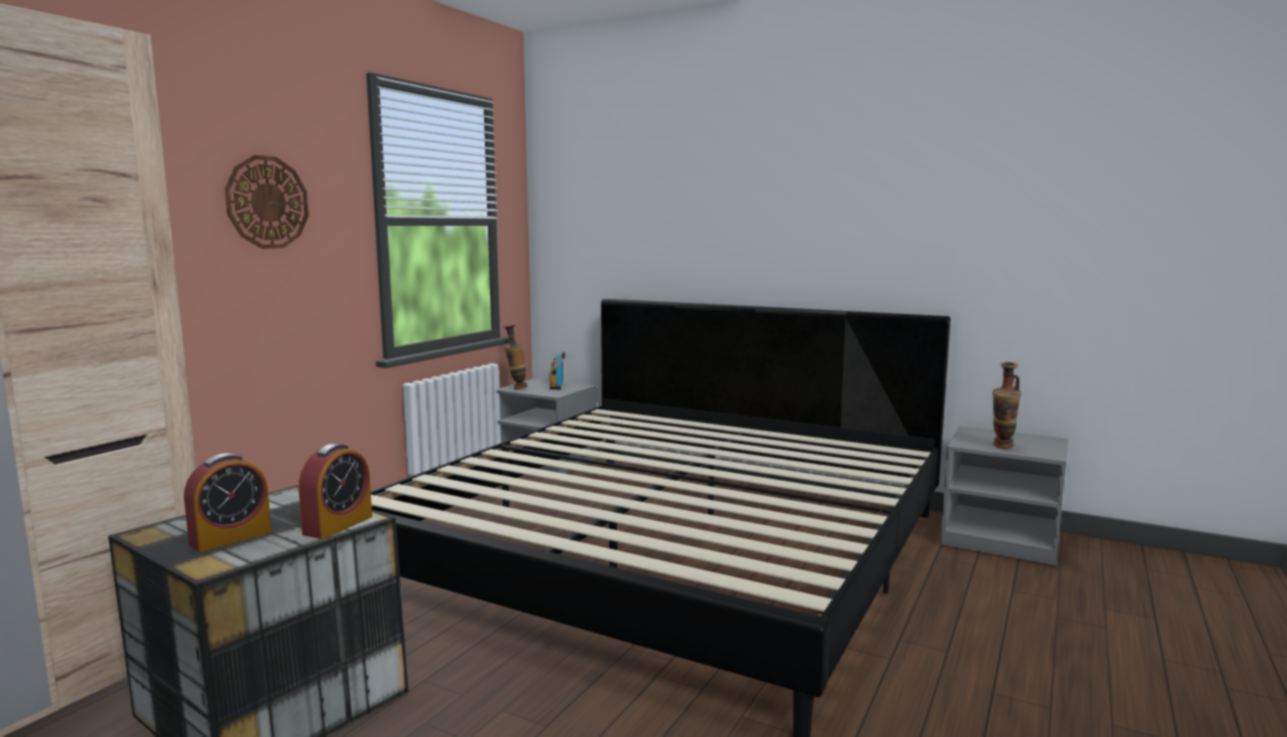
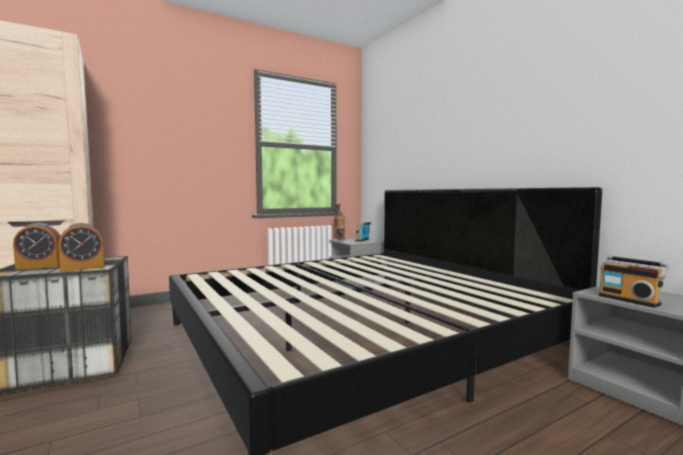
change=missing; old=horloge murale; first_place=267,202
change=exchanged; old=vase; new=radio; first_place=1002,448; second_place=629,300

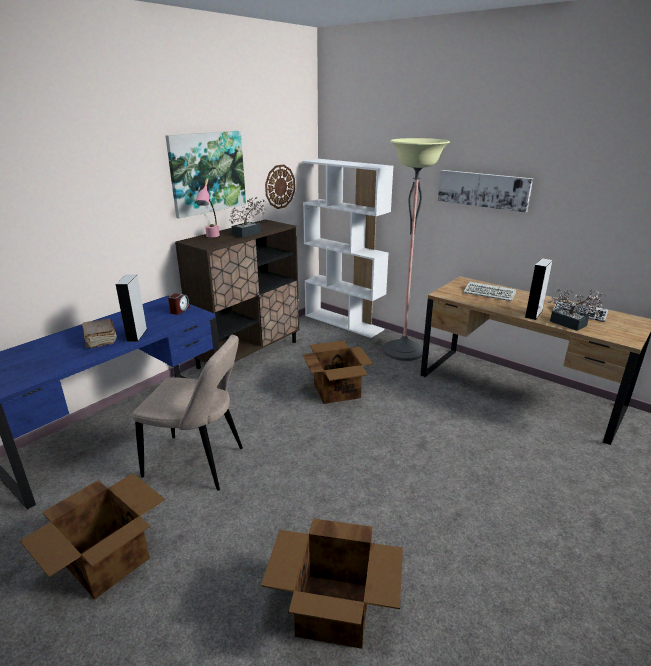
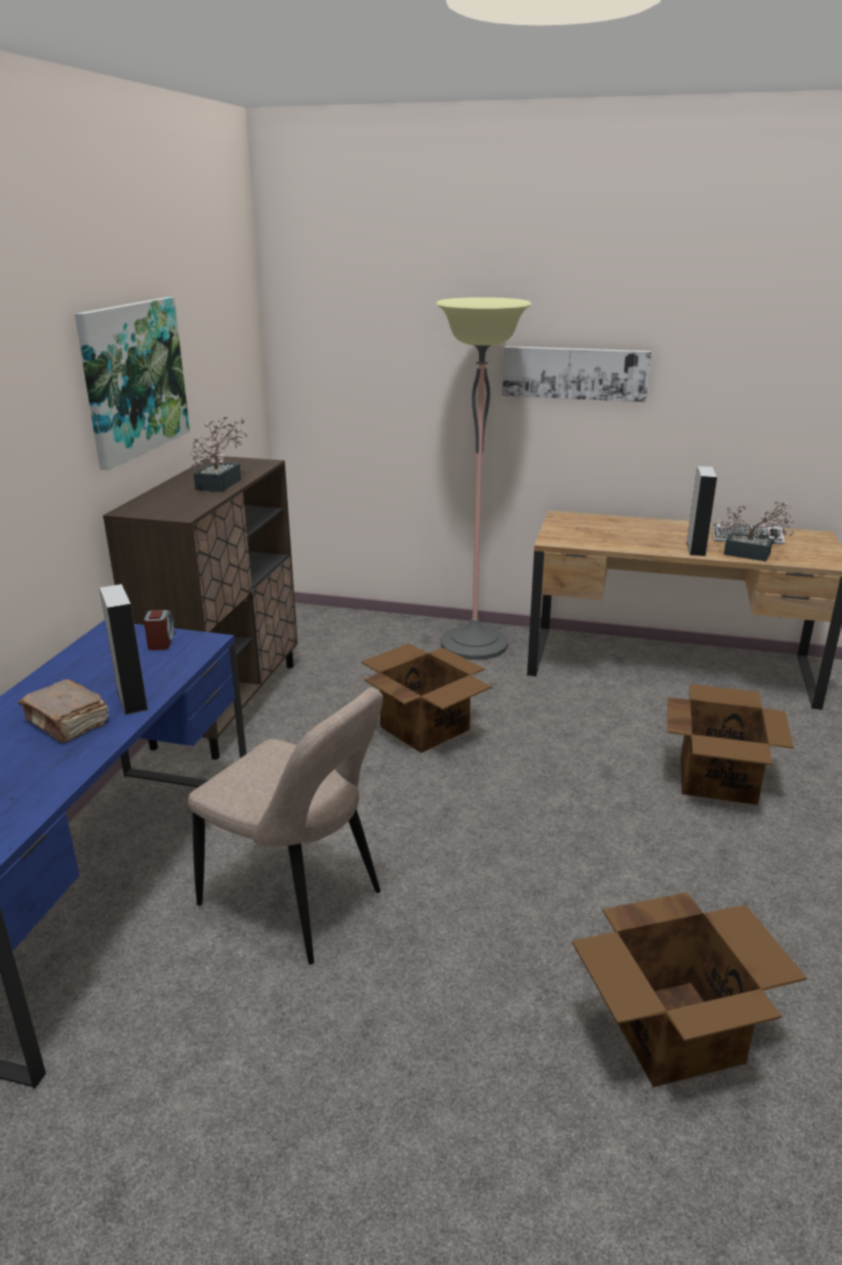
change=missing; old=lampe de table [rose]; first_place=211,237
change=missing; old=horloge murale; first_place=280,186
change=missing; old=bibliothèque [blanc]; first_place=344,322
change=missing; old=clavier; first_place=490,294
change=relocated; old=carton; first_place=108,560; second_place=718,778
change=spun; old=chaise [beige]; first_place=199,463; second_place=297,902; degrees=45

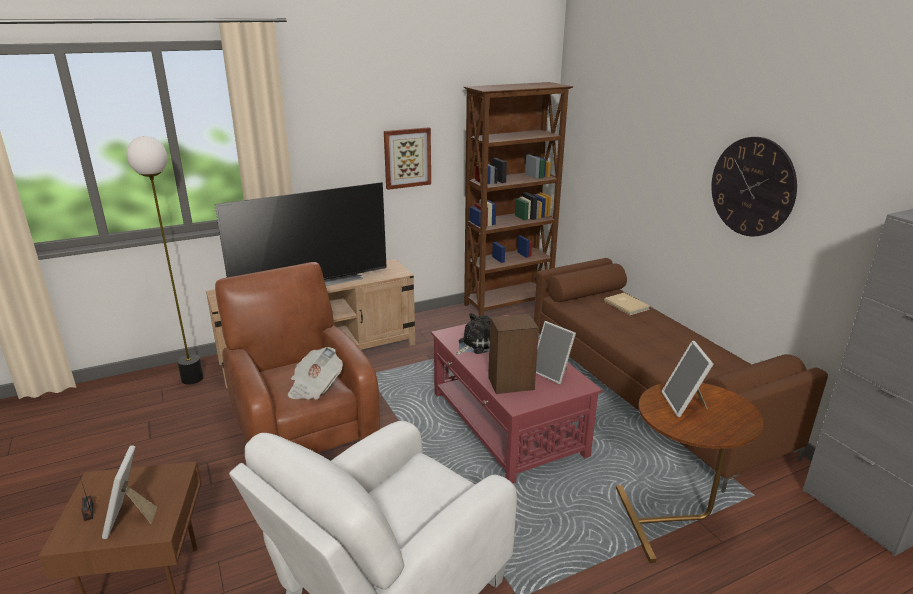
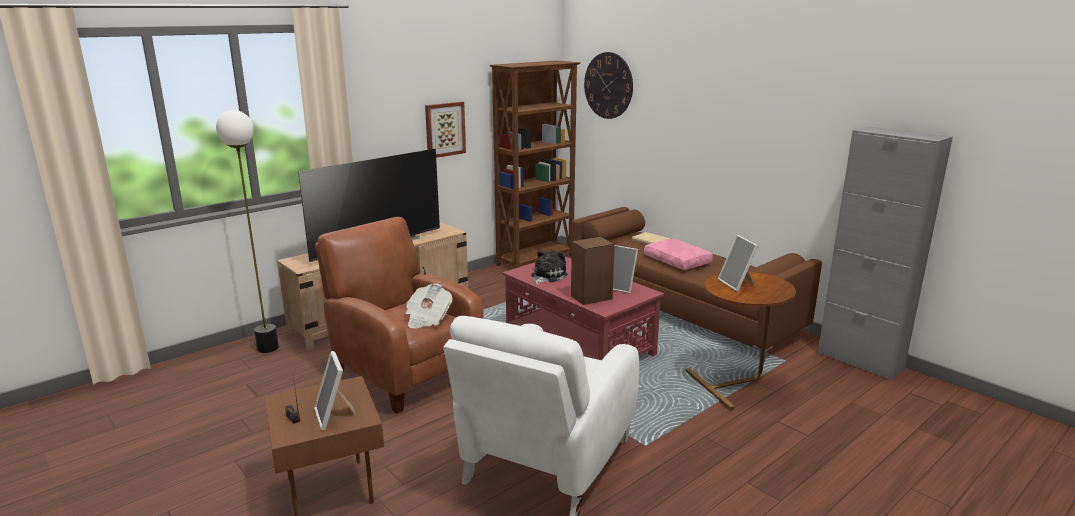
change=appeared; new=coussin [rose]; second_place=678,261
change=relocated; old=horloge murale; first_place=752,187; second_place=608,85

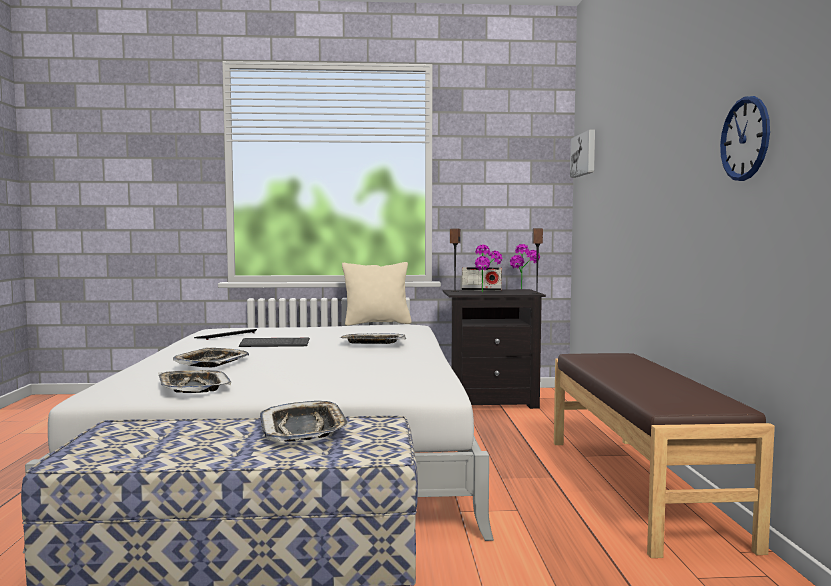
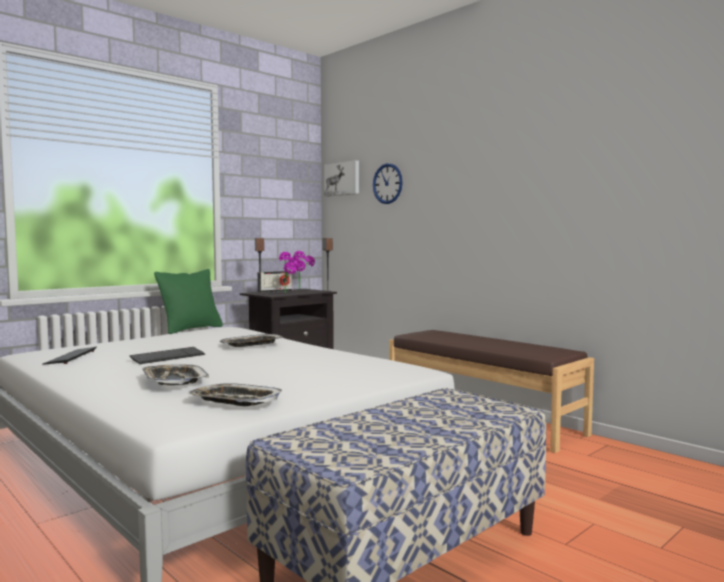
change=missing; old=plateau; first_place=304,429
change=relocated; old=horloge murale; first_place=745,139; second_place=387,183
change=colour; old=coussin [beige]; new=coussin [vert]; first_place=377,323; second_place=191,329

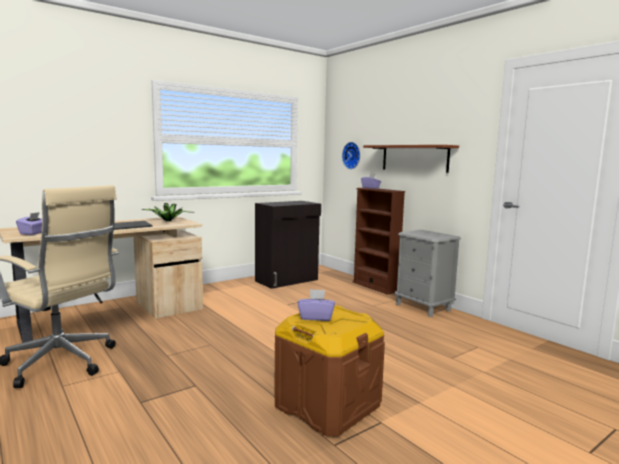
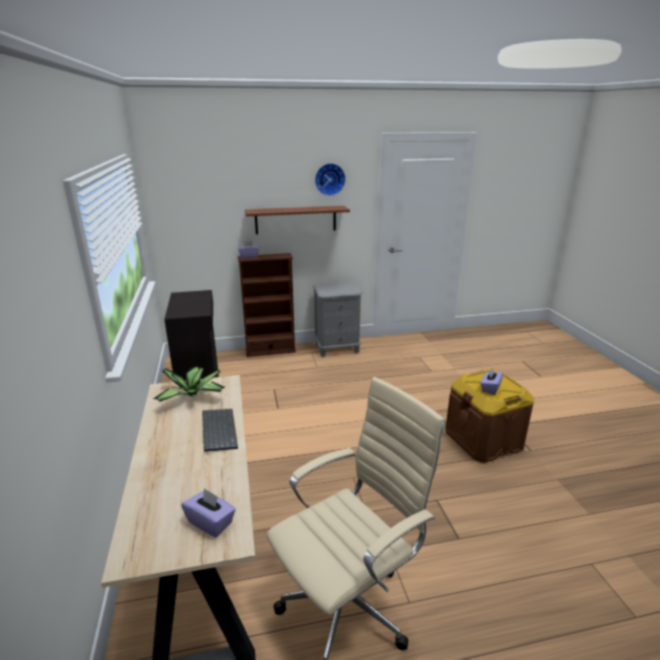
change=relocated; old=horloge murale; first_place=352,155; second_place=329,179

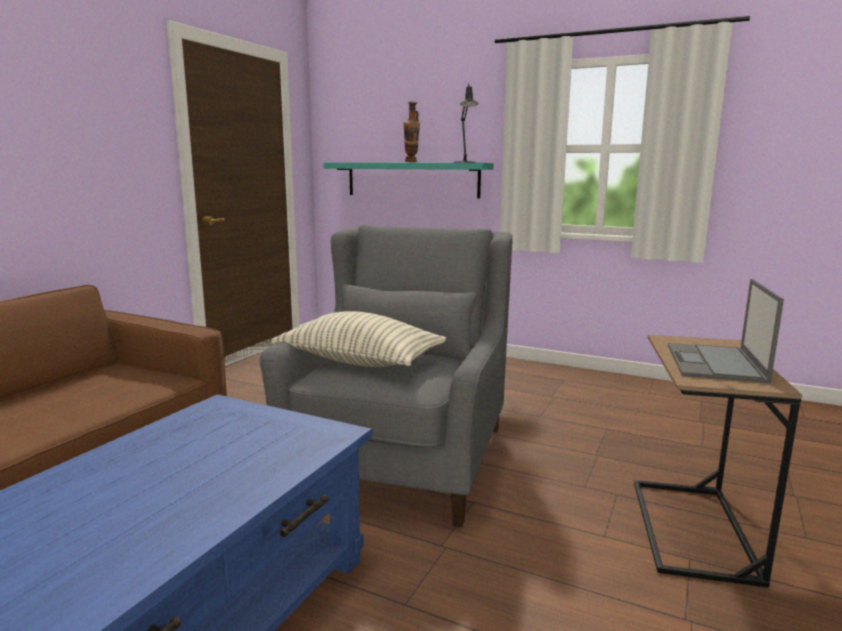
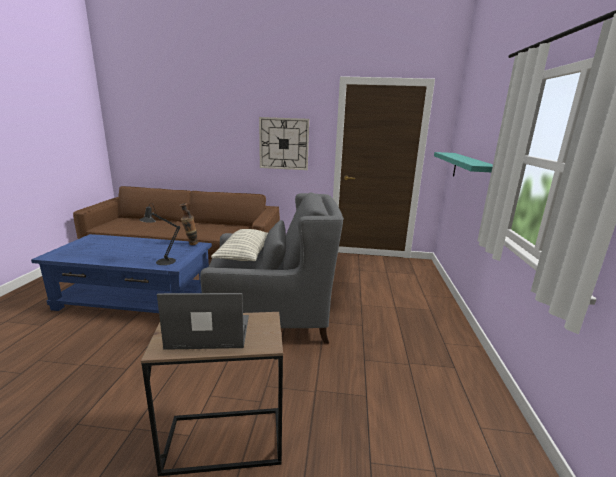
change=appeared; new=horloge murale; second_place=284,143
change=relocated; old=vase; first_place=411,162; second_place=190,244
change=relocated; old=lampe de table [noir]; first_place=465,162; second_place=162,262

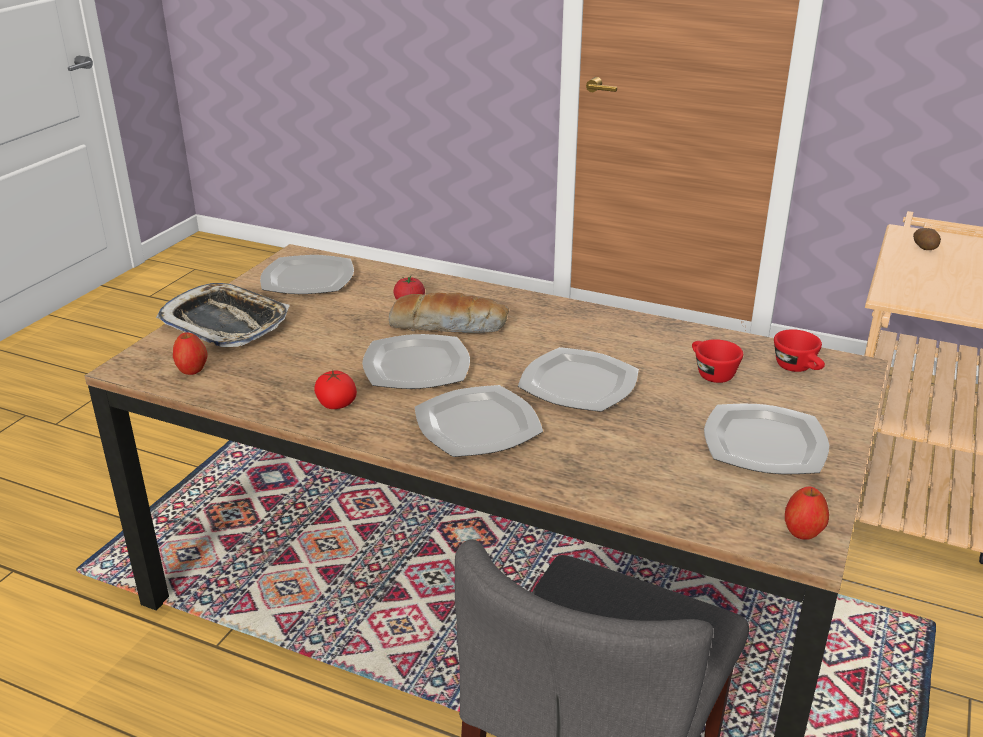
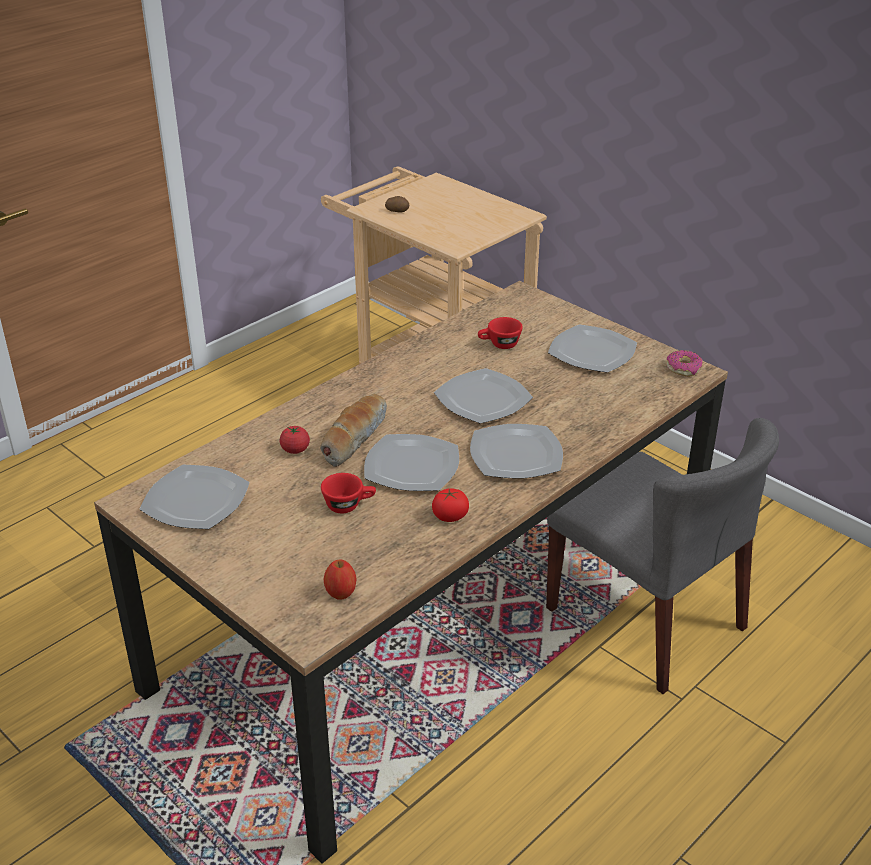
change=missing; old=plateau; first_place=226,323
change=relocated; old=tasse [rouge]; first_place=798,368; second_place=349,505
change=exchanged; old=pomme; new=beignet; first_place=802,532; second_place=683,368

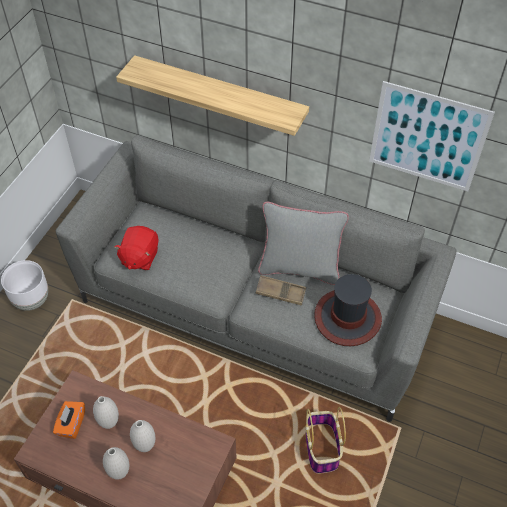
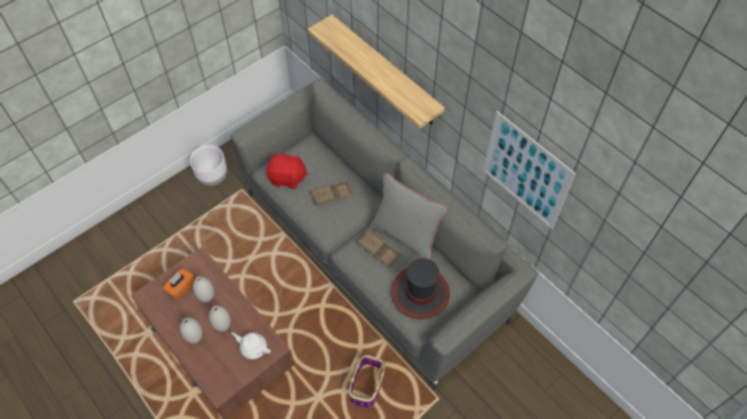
change=appeared; new=théière [blanc]; second_place=253,348
change=appeared; new=plateau [marron]; second_place=332,195
change=spun; old=peluche [rouge]; first_place=139,257; second_place=287,178; degrees=-120

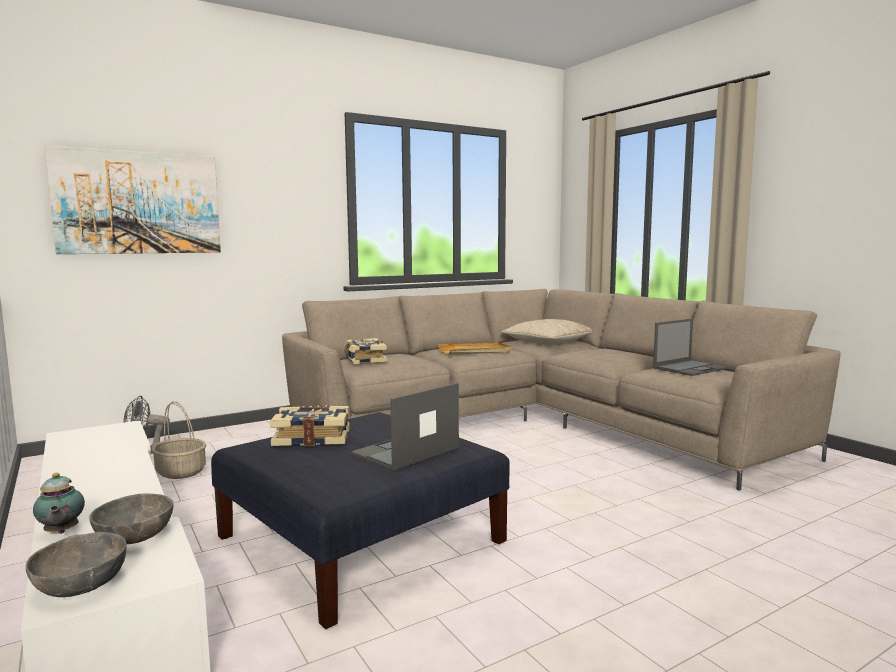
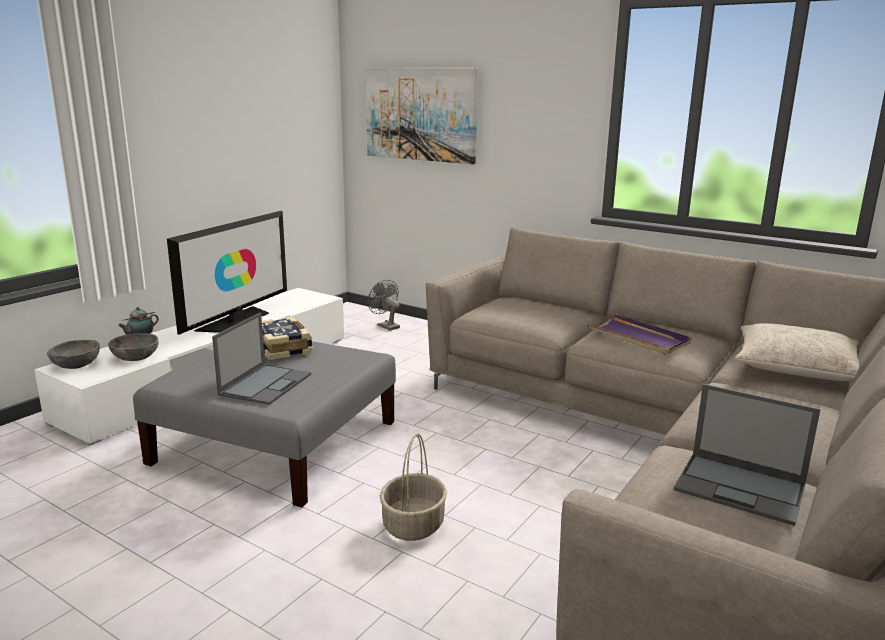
change=missing; old=livre; first_place=364,360
change=appeared; new=téléviseur; second_place=236,320
change=relocated; old=panier; first_place=181,472; second_place=413,525
change=colour; old=pouf [bleu]; new=pouf [gris]; first_place=358,540; second_place=276,442
change=colour; old=plateau [beige]; new=plateau [violet]; first_place=475,351; second_place=638,338
change=spun; old=ordinateur portable; first_place=405,452; second_place=266,384; degrees=90

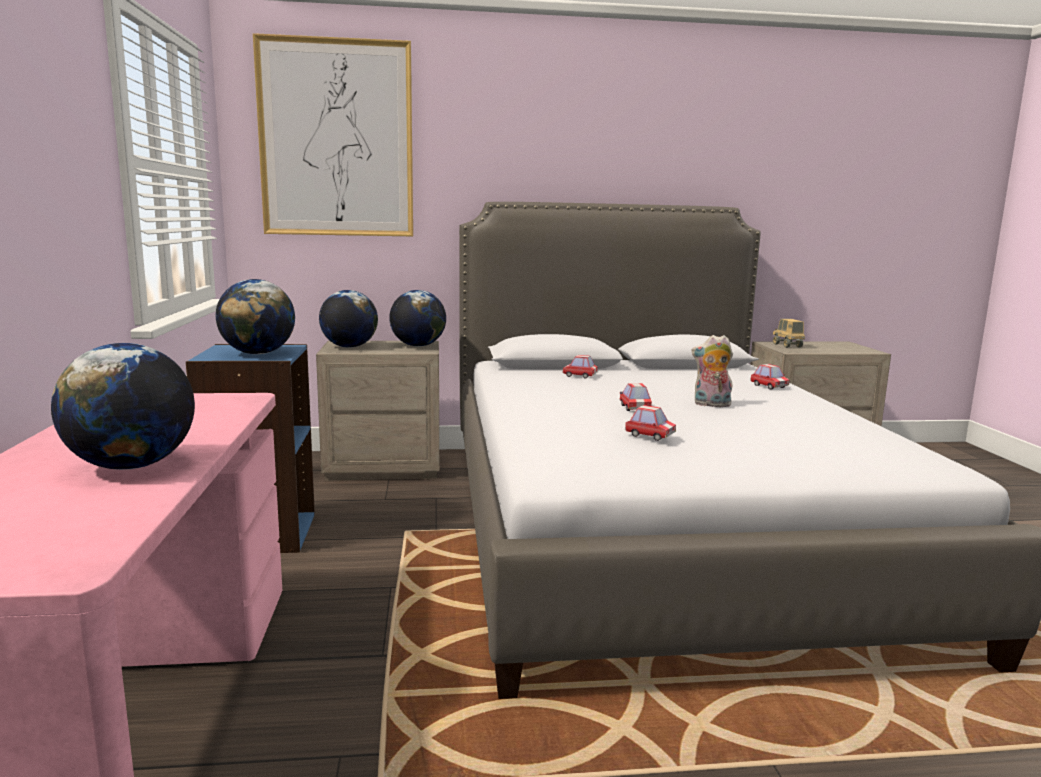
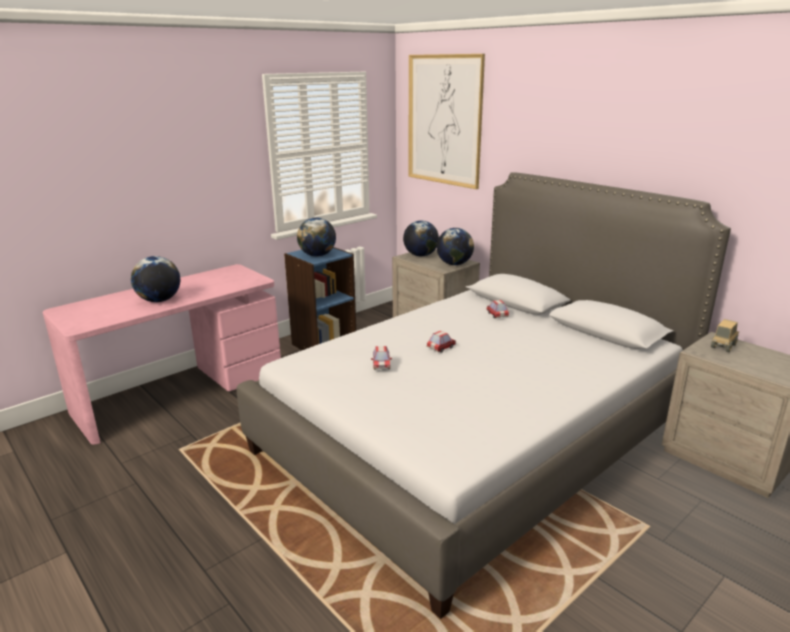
change=missing; old=peluche; first_place=711,405
change=missing; old=petite voiture; first_place=769,386

